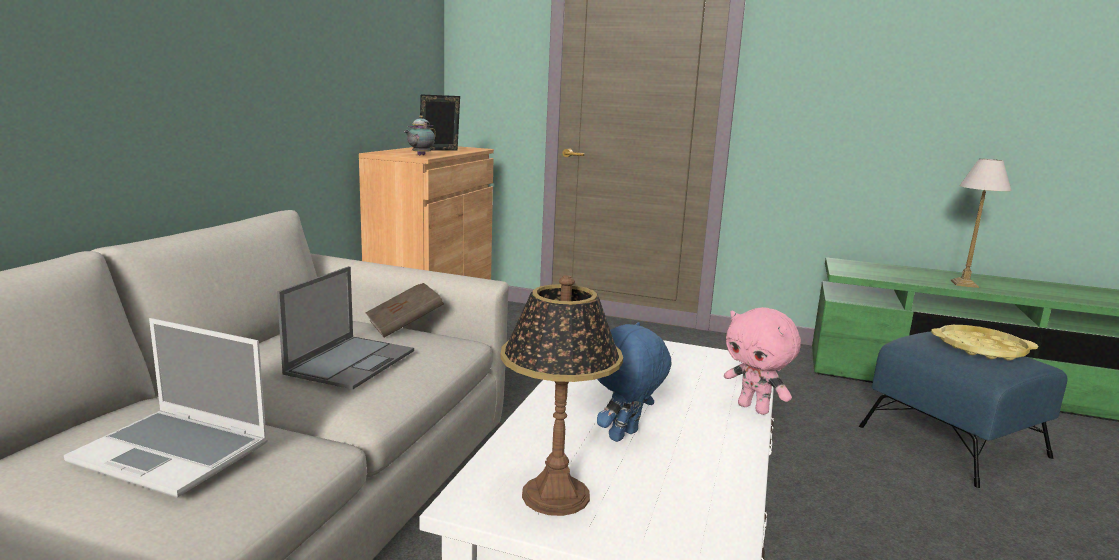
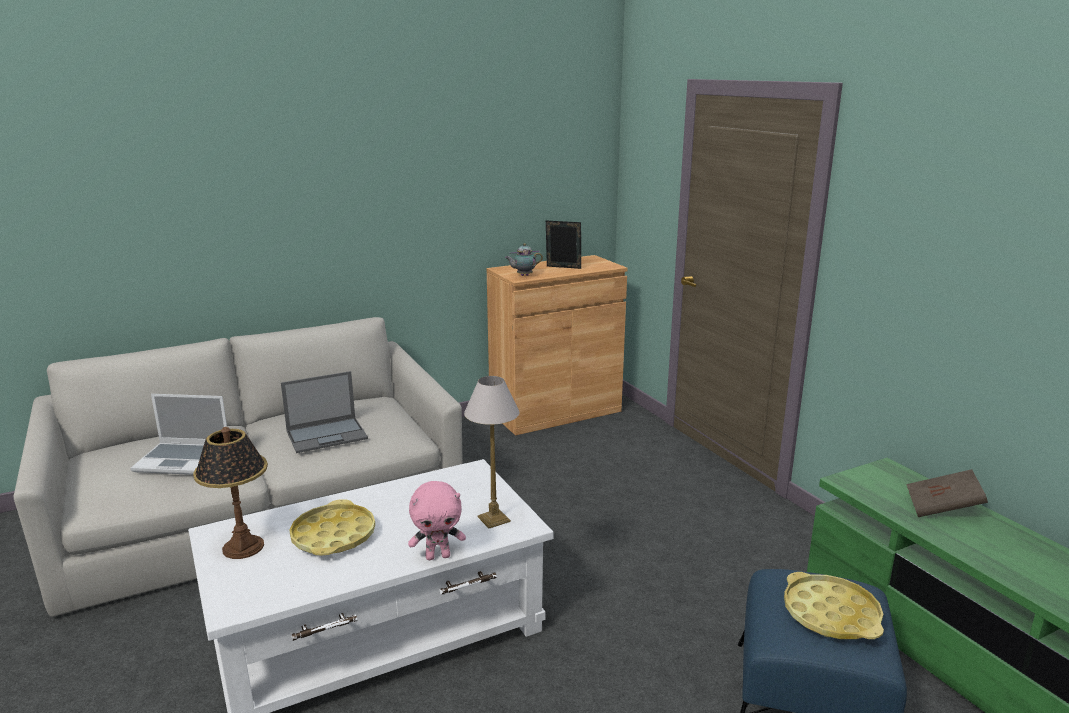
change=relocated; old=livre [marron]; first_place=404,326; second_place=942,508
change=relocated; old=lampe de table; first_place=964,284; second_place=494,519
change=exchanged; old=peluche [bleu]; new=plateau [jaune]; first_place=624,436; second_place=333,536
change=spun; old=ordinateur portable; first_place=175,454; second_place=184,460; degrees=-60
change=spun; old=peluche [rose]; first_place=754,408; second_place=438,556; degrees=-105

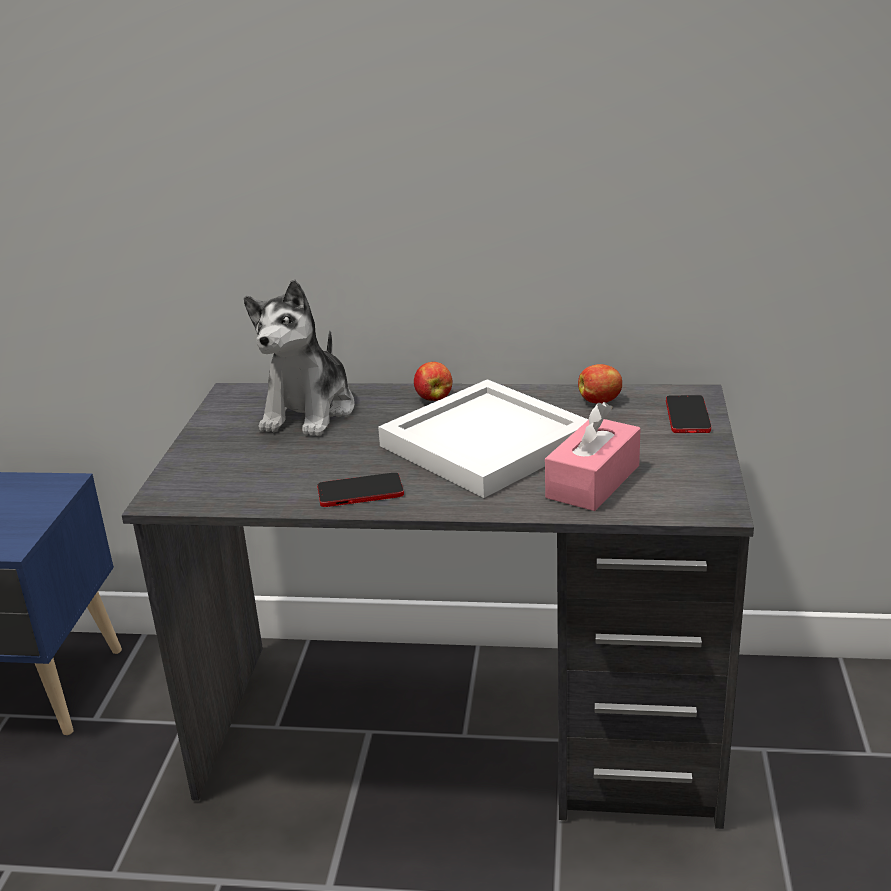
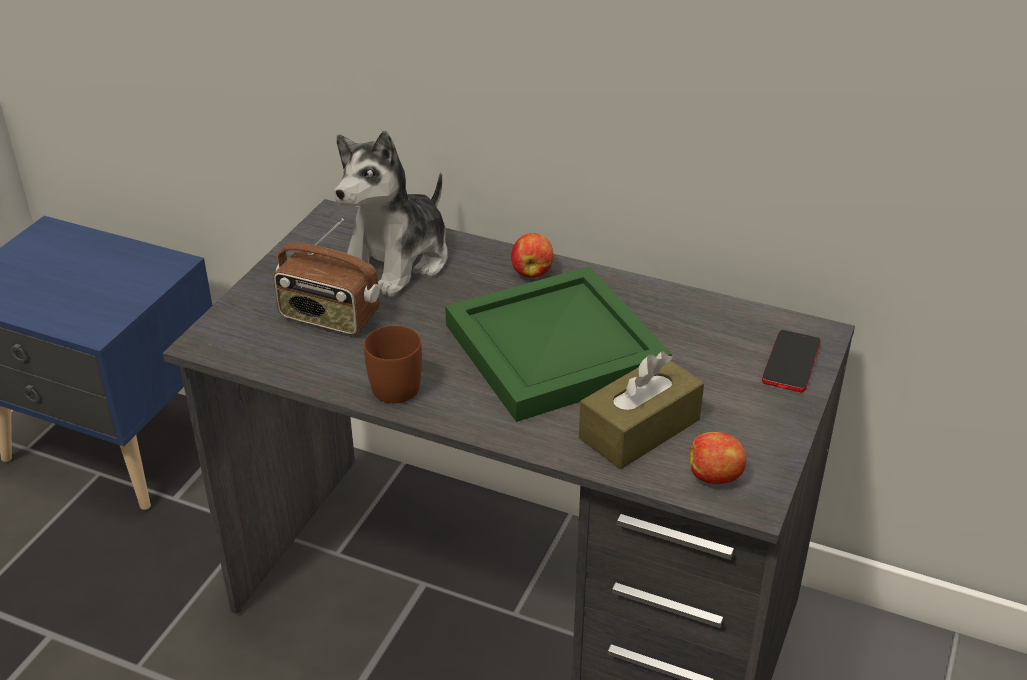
change=appeared; new=radio; second_place=329,317
change=relocated; old=pomme; first_place=600,401; second_place=715,476
change=exchanged; old=téléphone; new=mug [marron]; first_place=360,492; second_place=397,382
change=colour; old=plateau [blanc]; new=plateau [vert]; first_place=486,445; second_place=553,350
change=colour; old=boîte à mouchoirs [rose]; new=boîte à mouchoirs [marron]; first_place=593,481; second_place=639,429

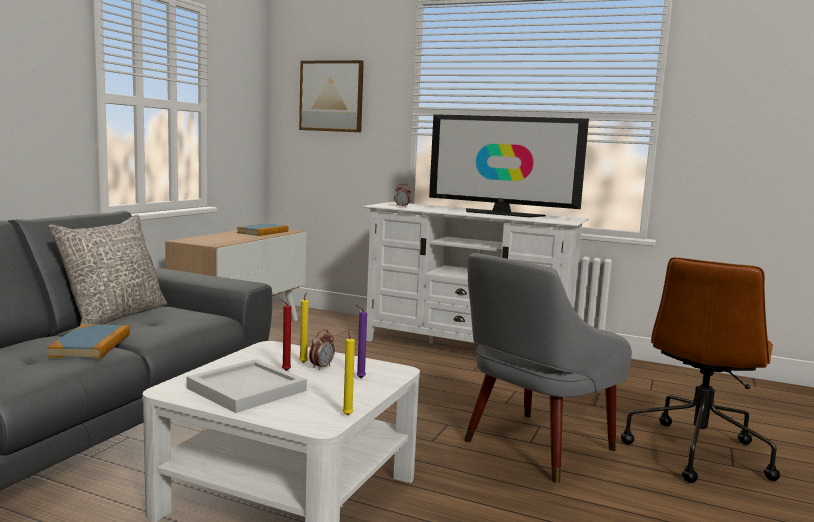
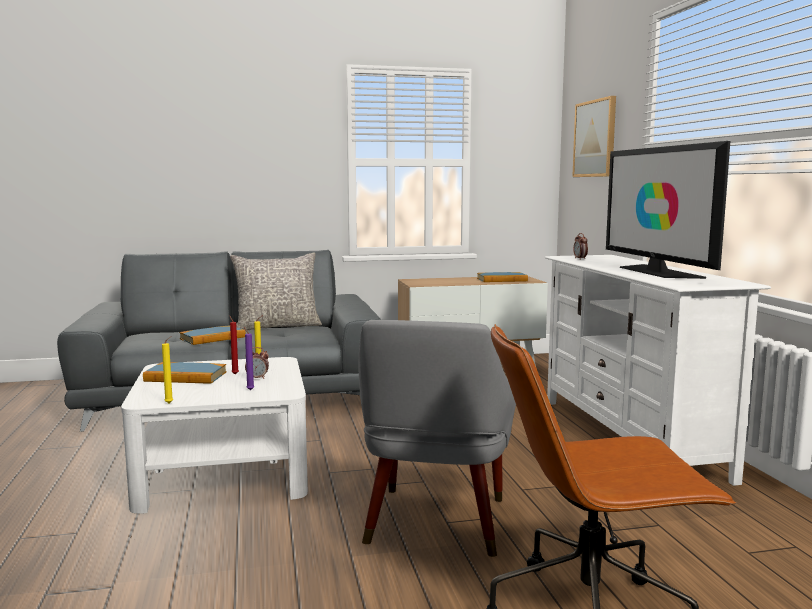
change=exchanged; old=plateau [blanc]; new=livre; first_place=248,389; second_place=185,377
change=spun; old=fauteuil [gris]; first_place=532,448; second_place=434,526; degrees=-90

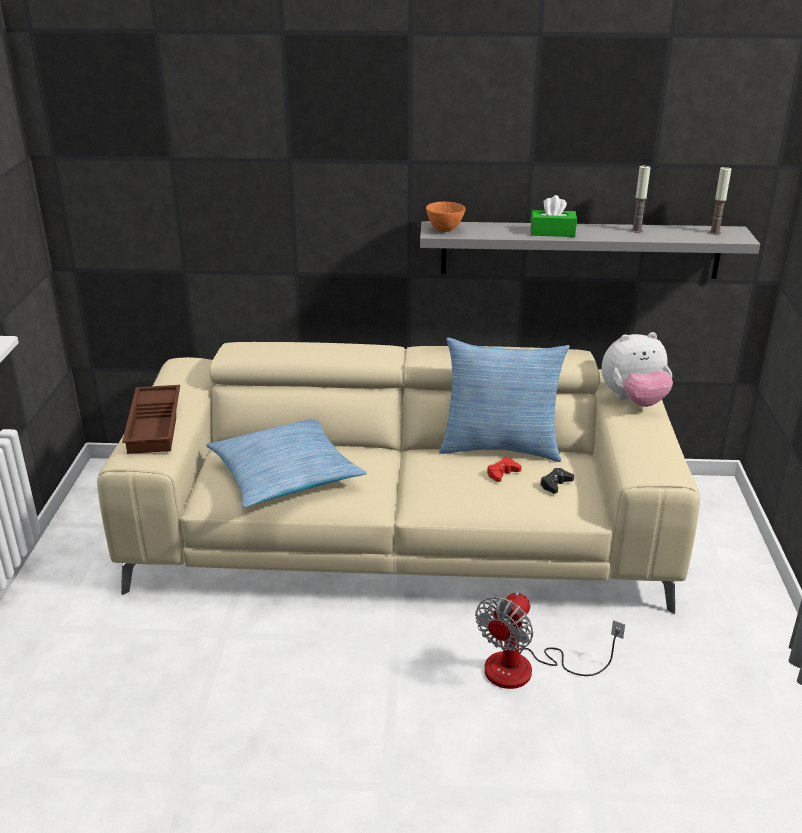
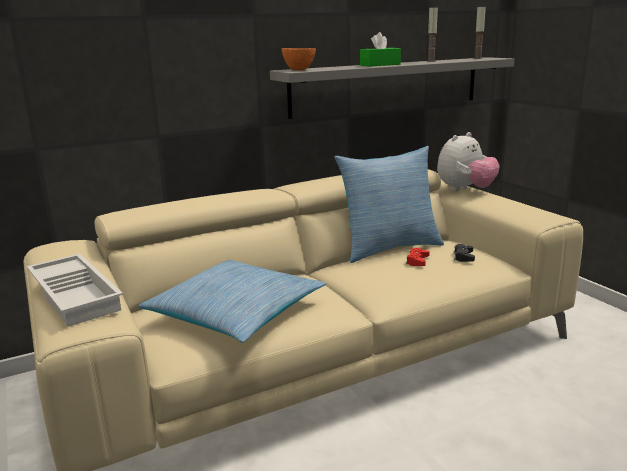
change=missing; old=ventilateur; first_place=526,669
change=colour; old=plateau [marron]; new=plateau [blanc]; first_place=156,425; second_place=77,295

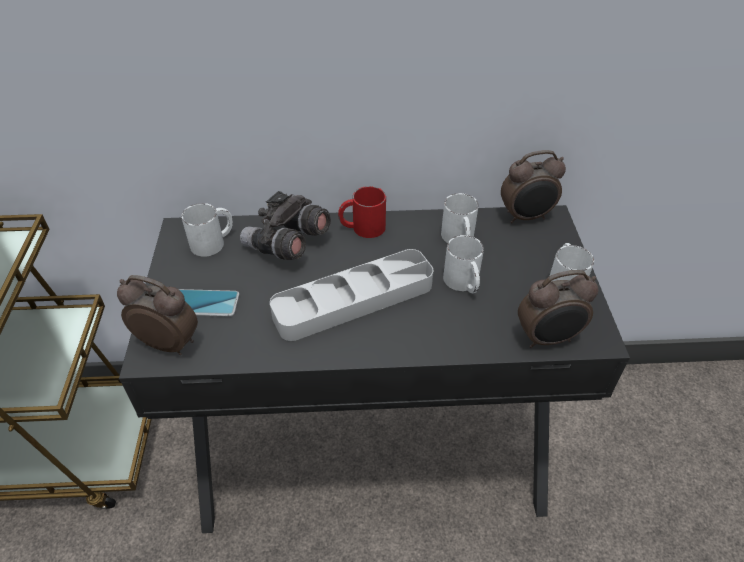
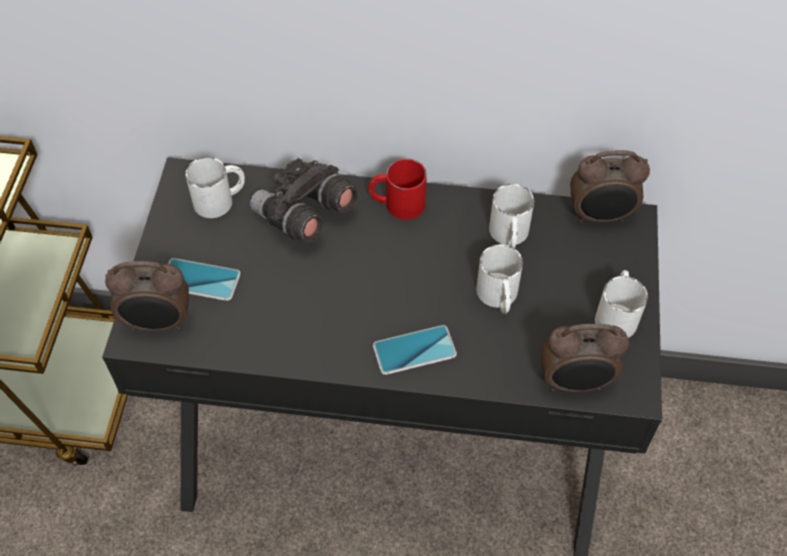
change=missing; old=plateau [gris]; first_place=354,300
change=appeared; new=téléphone; second_place=414,350
change=spun; old=réveil; first_place=169,342; second_place=158,323; degrees=150

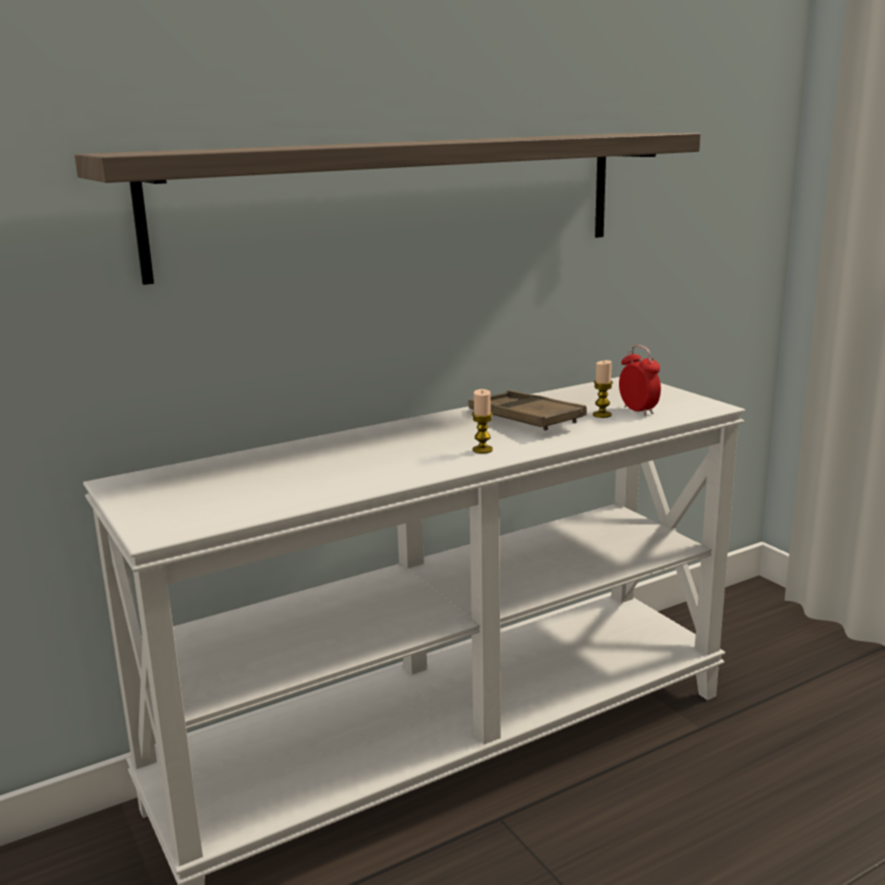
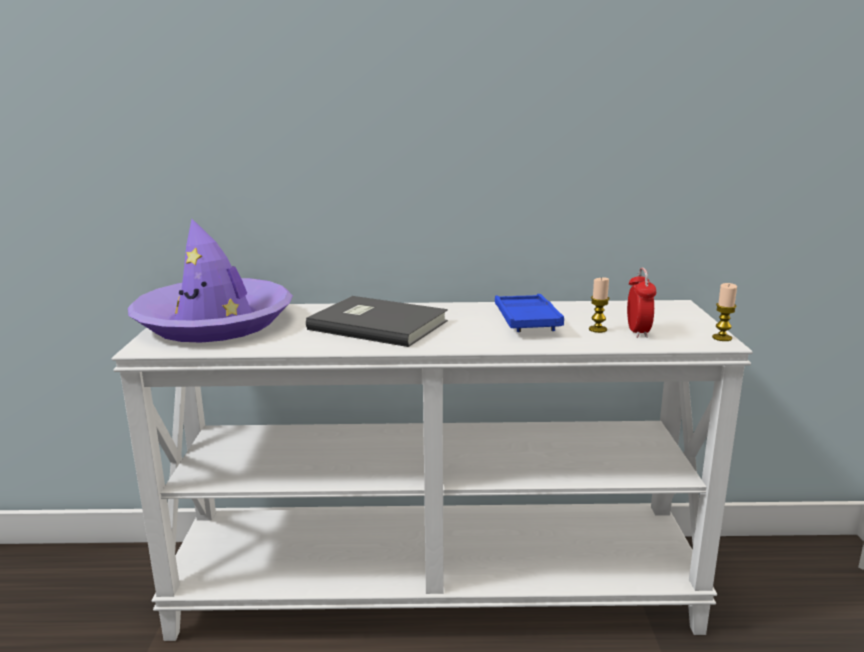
change=missing; old=étagère; first_place=399,200
change=appeared; new=chapeau [violet]; second_place=215,323
change=appeared; new=livre [gris]; second_place=378,324
change=relocated; old=bougie; first_place=482,450; second_place=722,338
change=colour; old=plateau [marron]; new=plateau [bleu]; first_place=525,418; second_place=526,320

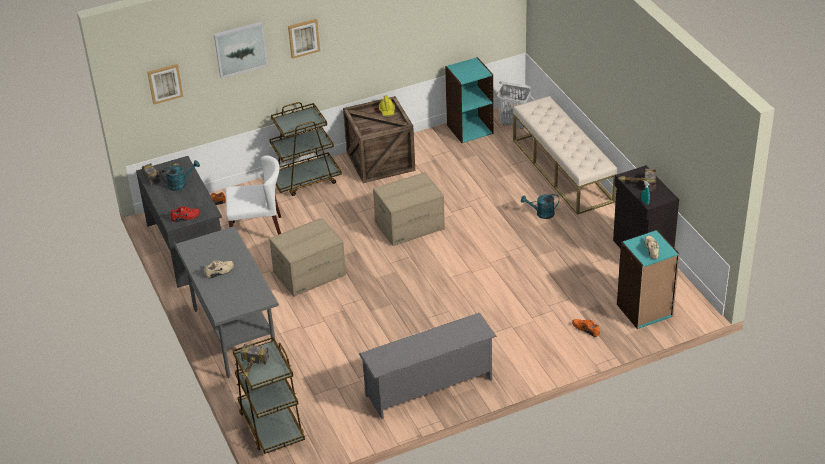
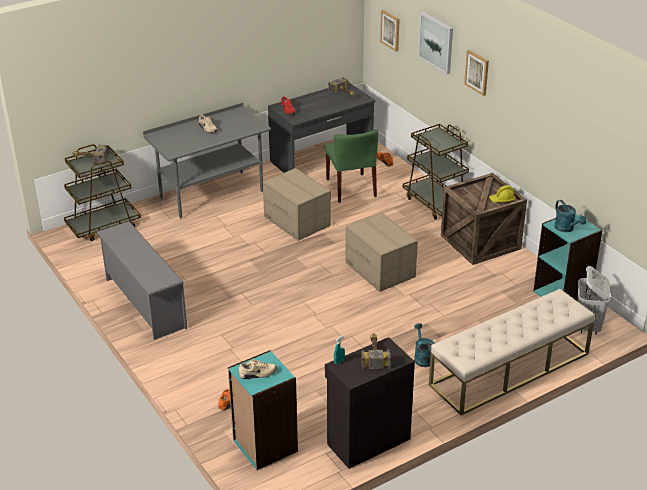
change=relocated; old=arrosoir [turquoise]; first_place=180,184; second_place=566,228
change=colour; old=chaise [blanc]; new=chaise [vert]; first_place=258,231; second_place=351,188

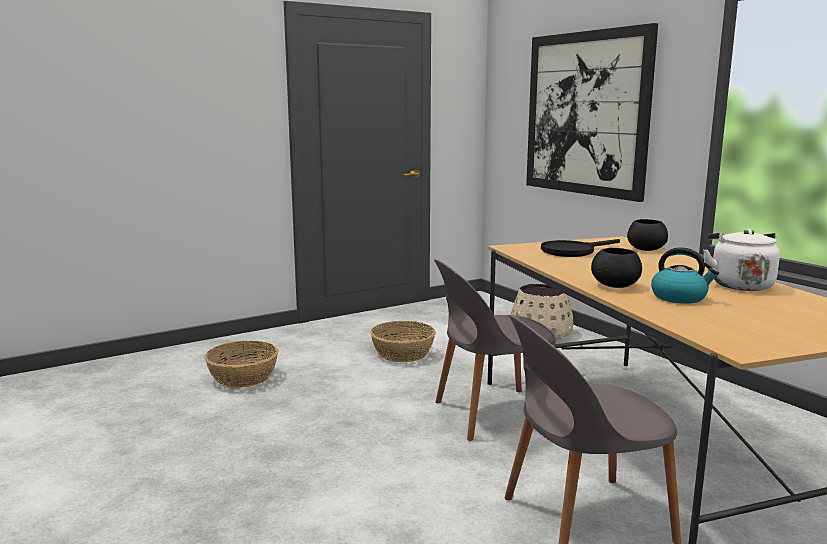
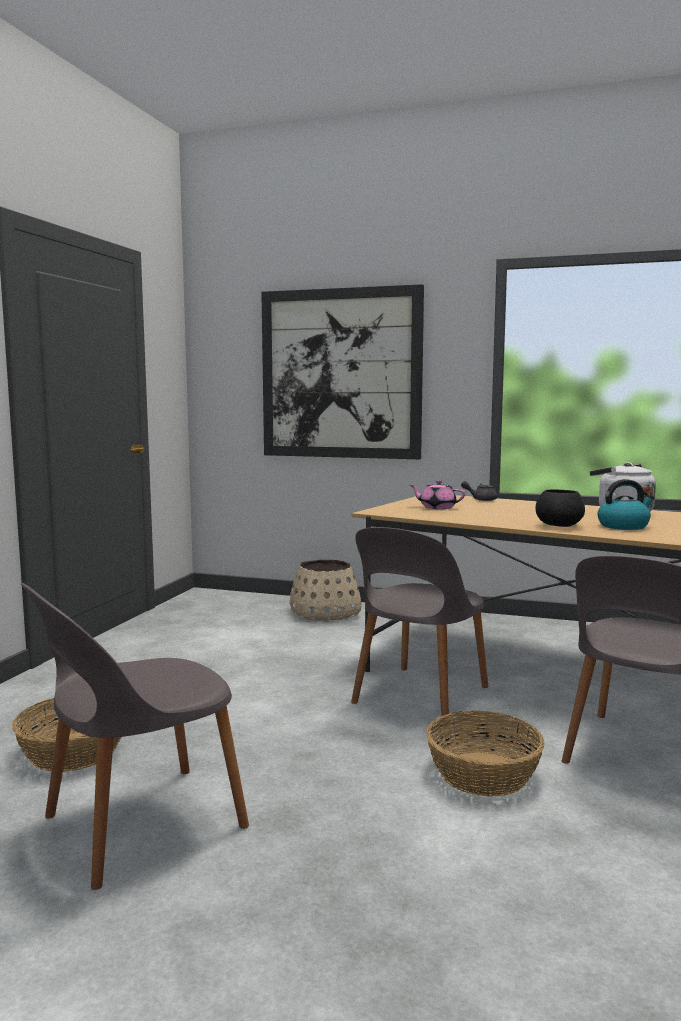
change=appeared; new=chaise [gris]; second_place=139,824
change=relocated; old=panier; first_place=403,353; second_place=483,773
change=exchanged; old=poêle [noir]; new=théière [rose]; first_place=573,251; second_place=437,507
change=exchanged; old=bol [noir]; new=théière [gris]; first_place=645,249; second_place=480,499

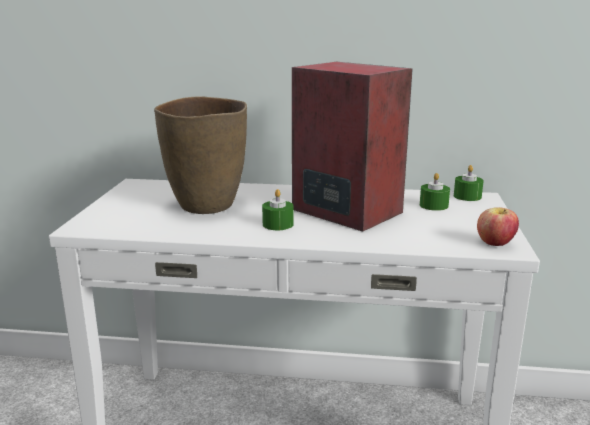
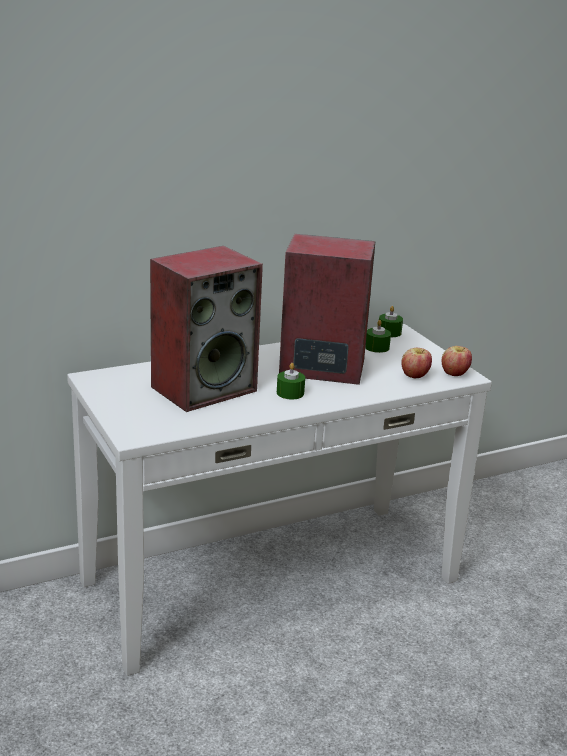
change=appeared; new=pomme; second_place=414,376
change=exchanged; old=vase [marron]; new=enceinte; first_place=207,206; second_place=204,388

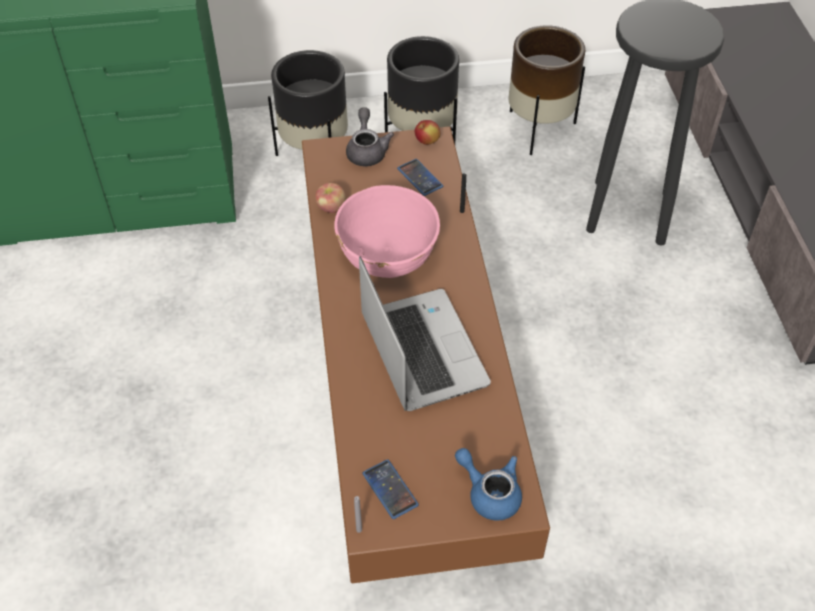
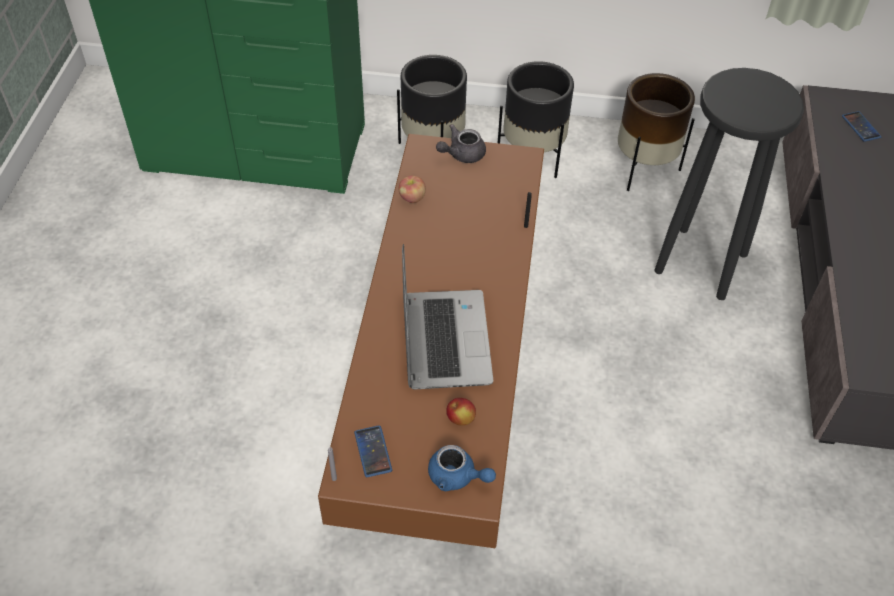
change=missing; old=bol [rose]; first_place=388,255
change=relocated; old=téléphone; first_place=420,178; second_place=860,127
change=relocated; old=pomme; first_place=427,141; second_place=460,419
change=spun; old=théière [gris]; first_place=367,150; second_place=461,154; degrees=-135
change=spun; old=théière [bleu]; first_place=489,493; second_place=457,477; degrees=150

